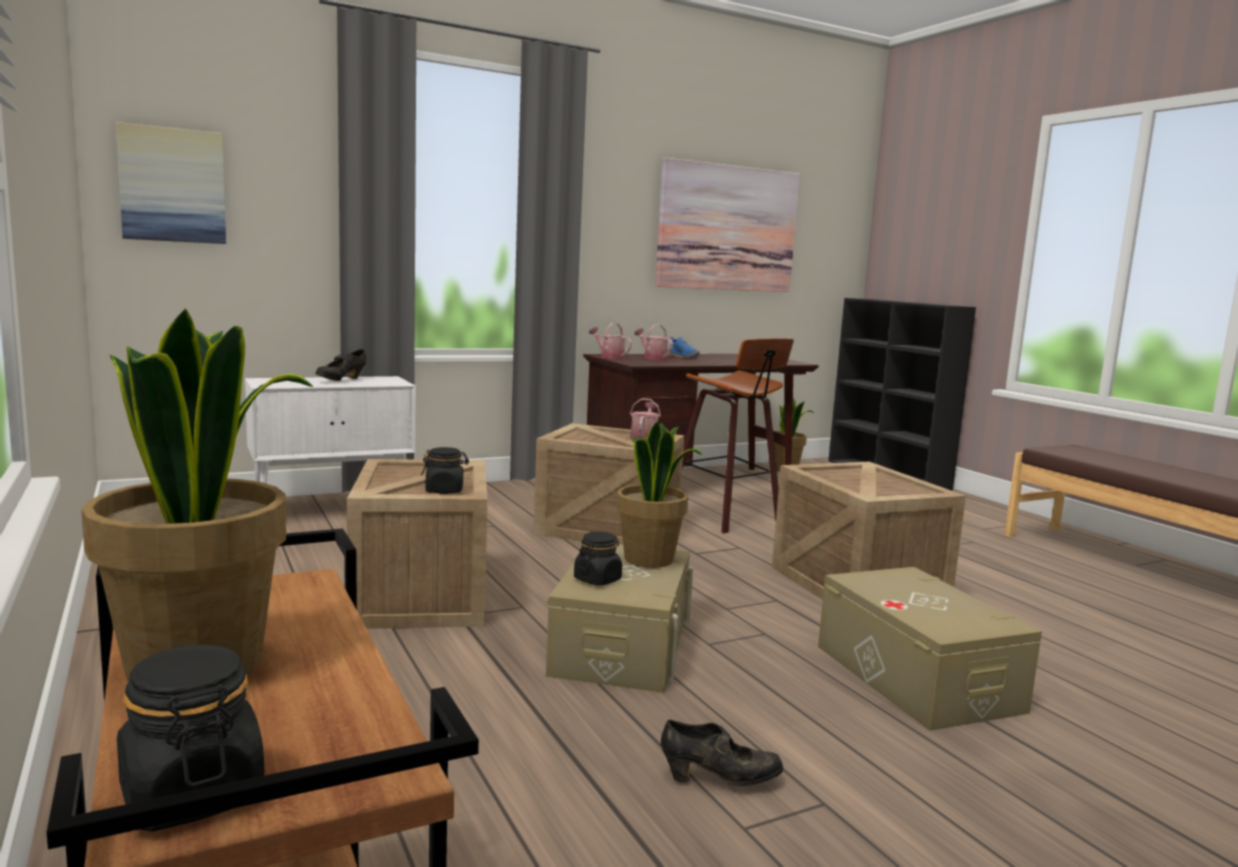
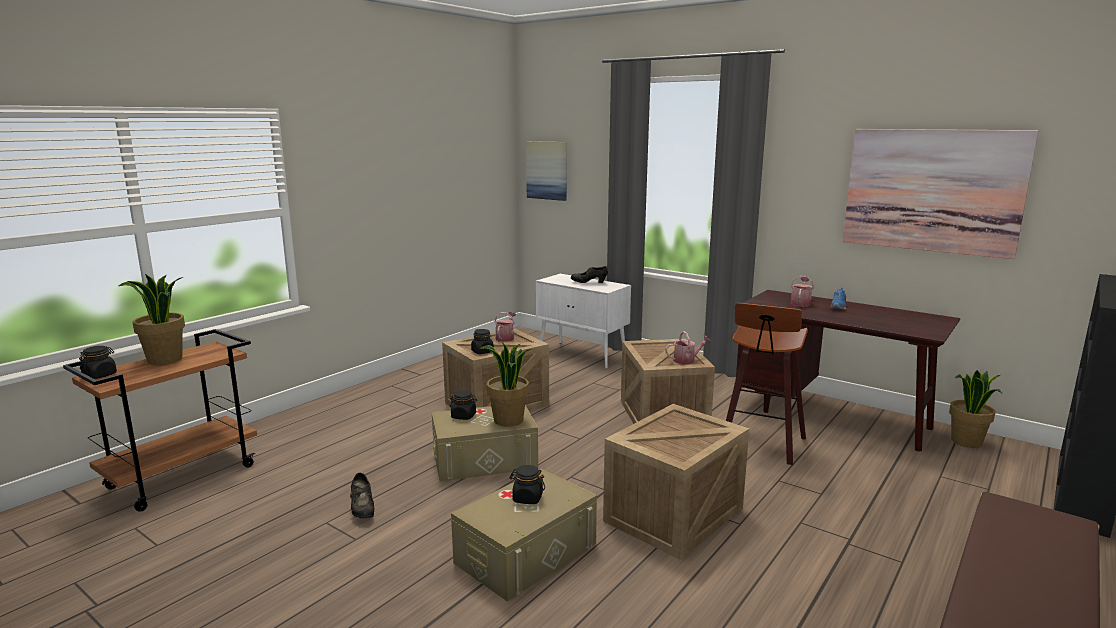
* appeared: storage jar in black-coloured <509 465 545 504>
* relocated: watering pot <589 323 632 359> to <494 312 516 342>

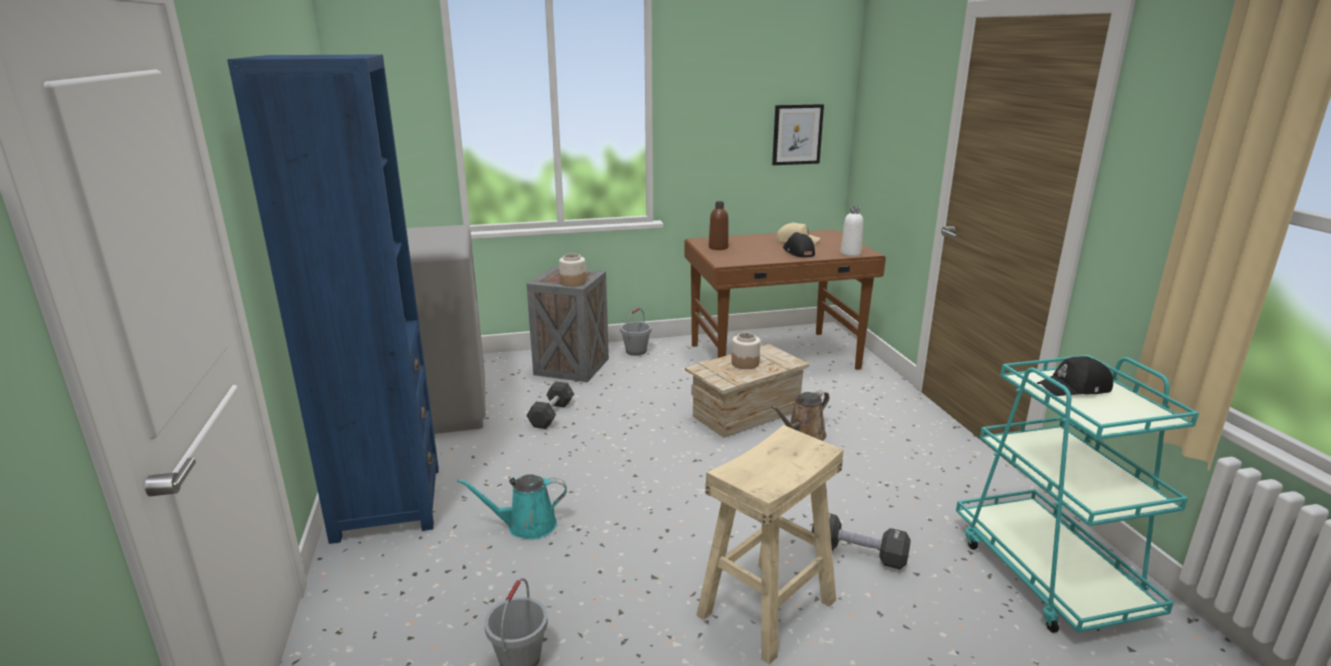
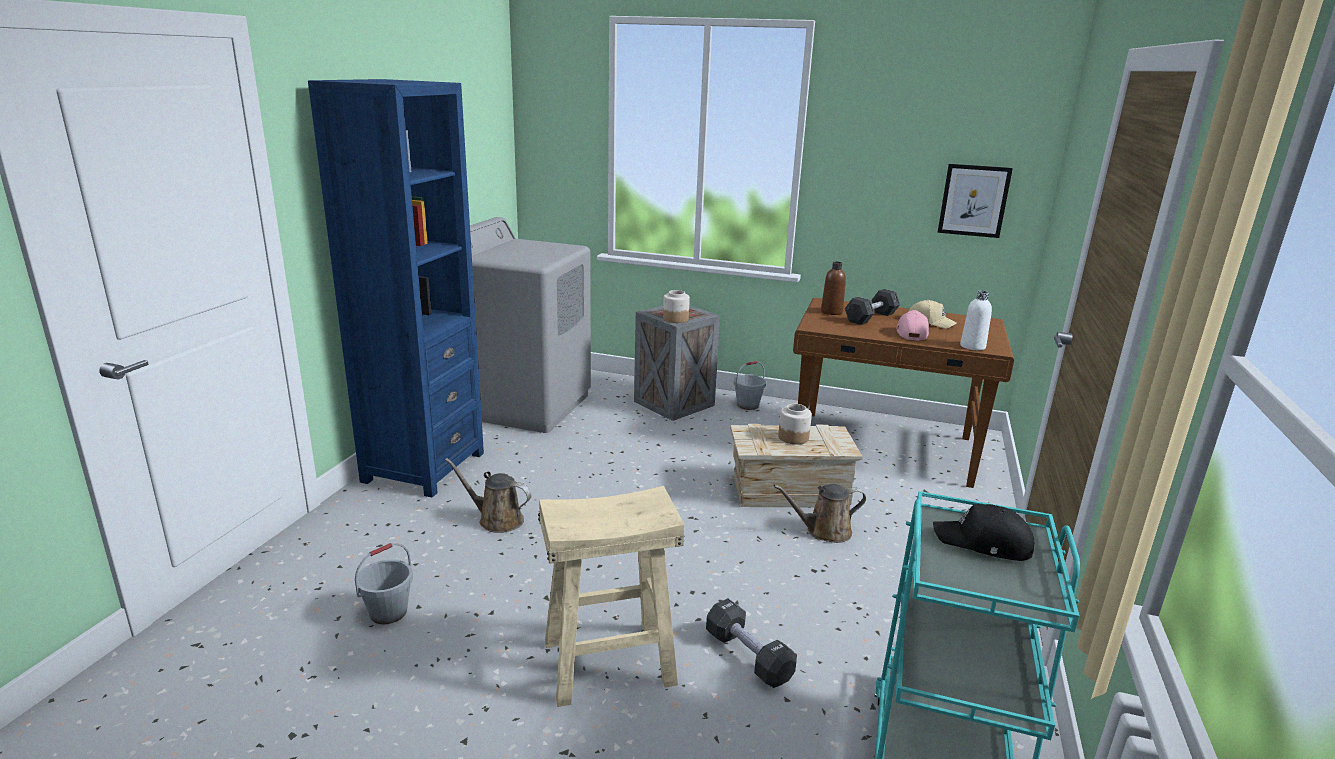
* relocated: free weight in grey <526 381 574 429> to <845 289 900 325>
* colour: watering pot in blue-green <457 475 567 540> to watering pot in brown <445 458 532 533>
* colour: peaked cap in black-coloured <783 232 815 258> to peaked cap in pink-coloured <896 310 929 341>

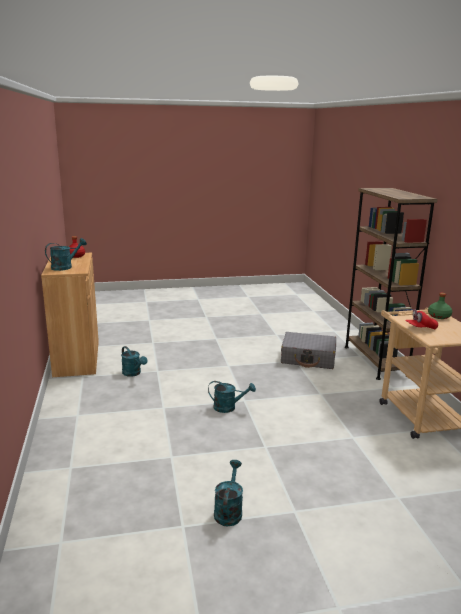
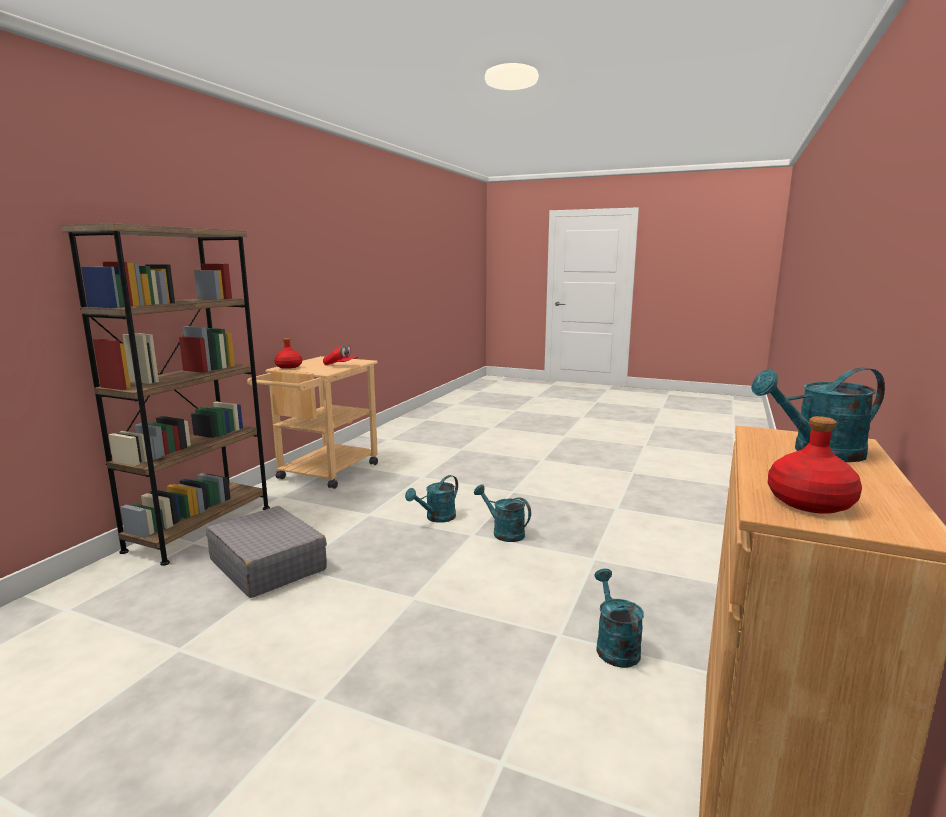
* relocated: watering pot in blue-green <214 460 243 526> to <405 475 458 523>
* colour: drink bottle in green <428 293 452 319> to drink bottle in red-coloured <274 338 302 369>

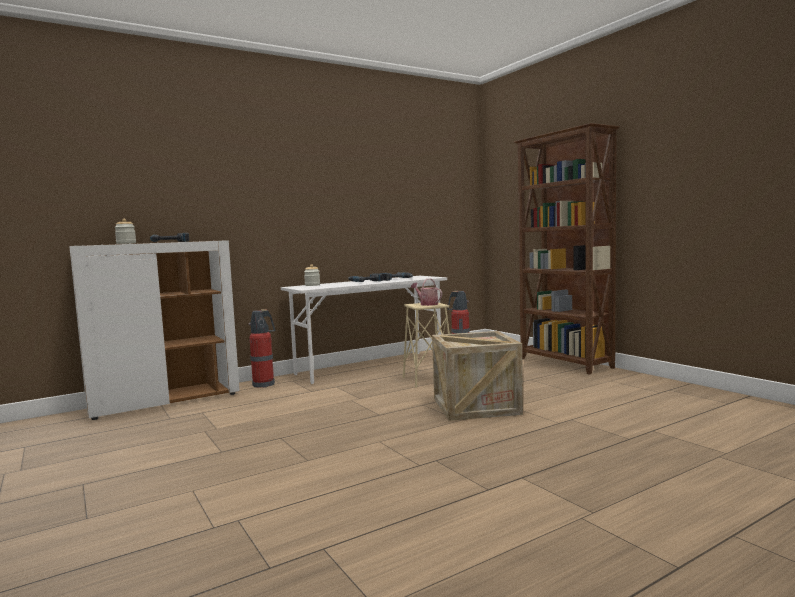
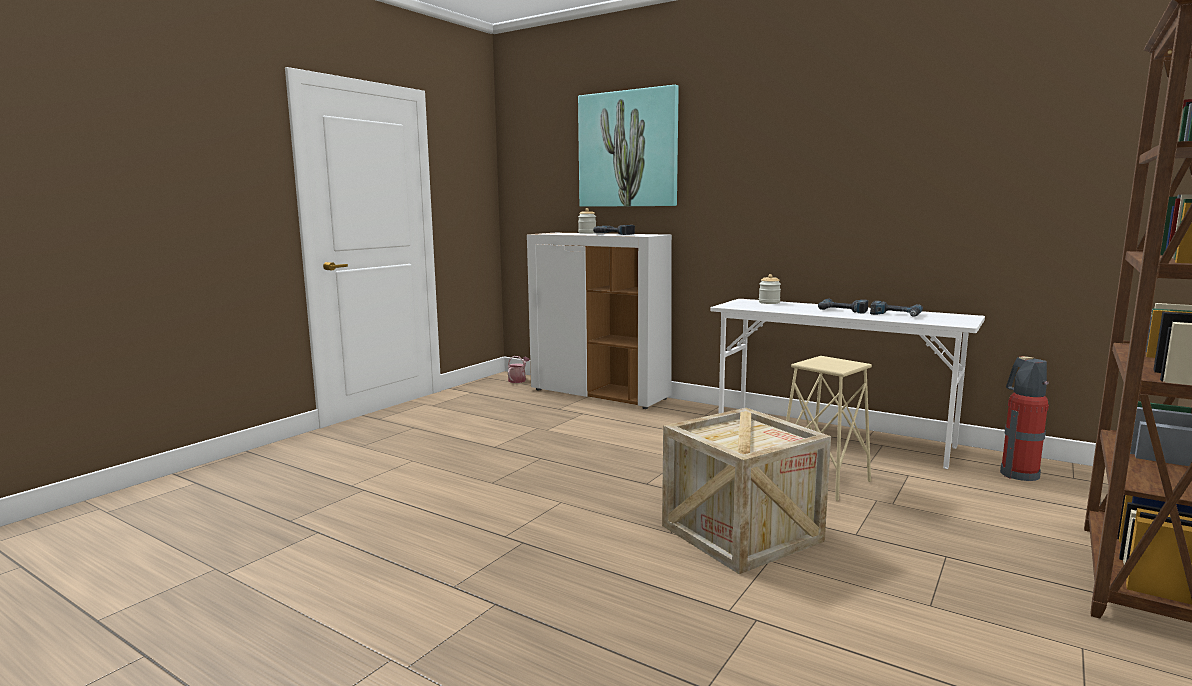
* missing: fire-fighting cylinder <249 309 275 388>
* appeared: picture <578 85 679 207>
* relocated: watering pot <411 278 442 306> to <508 356 530 383>

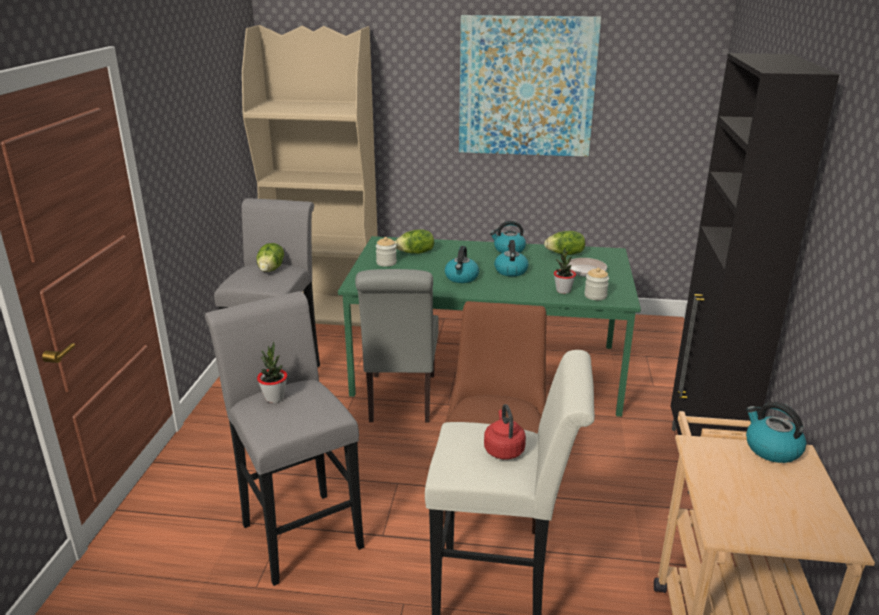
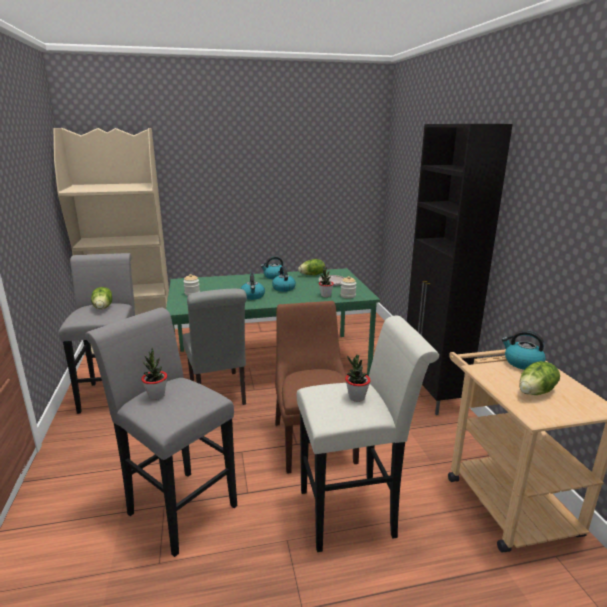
* missing: picture <459 15 601 157>
* relocated: lettuce <395 229 434 254> to <519 361 560 395>
* exchanged: kettle in red-coloured <484 404 526 459> to potted plant <345 354 371 402>

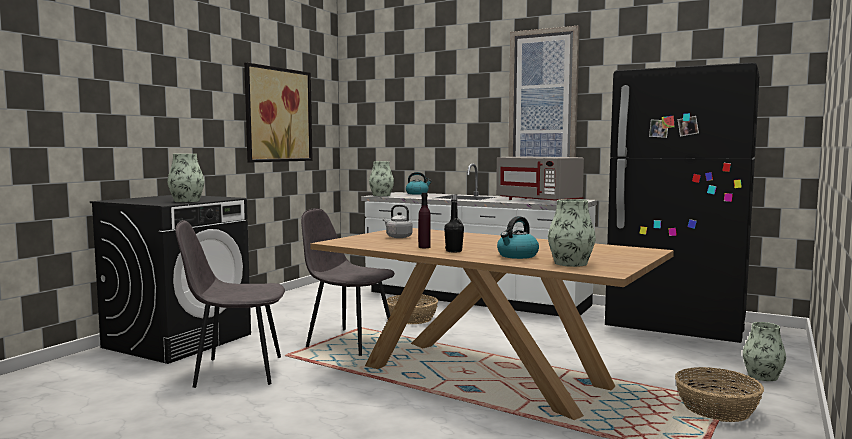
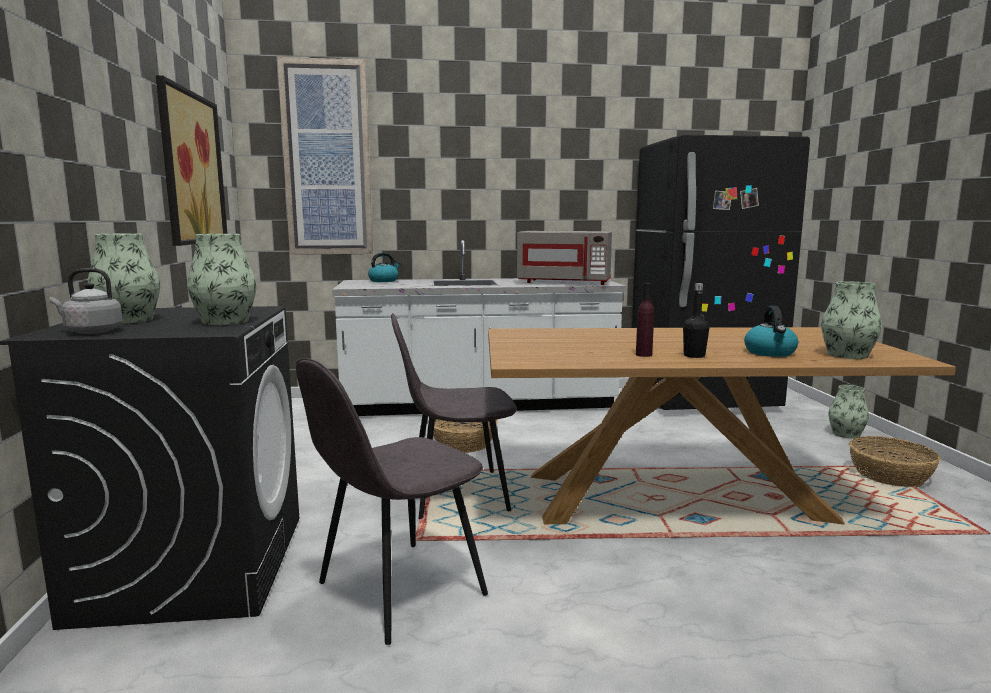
* relocated: decorative vase <369 161 394 196> to <88 233 160 324>
* relocated: kettle in grey <383 205 413 238> to <49 268 123 334>
* relocated: picture <508 26 580 157> to <277 57 373 255>

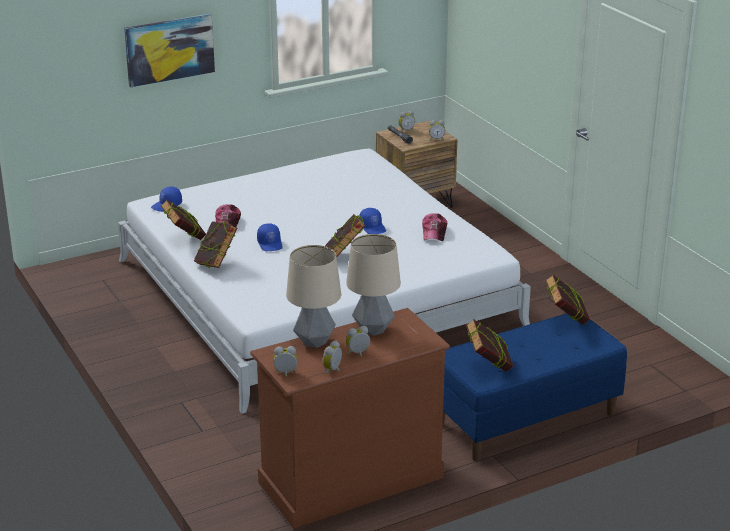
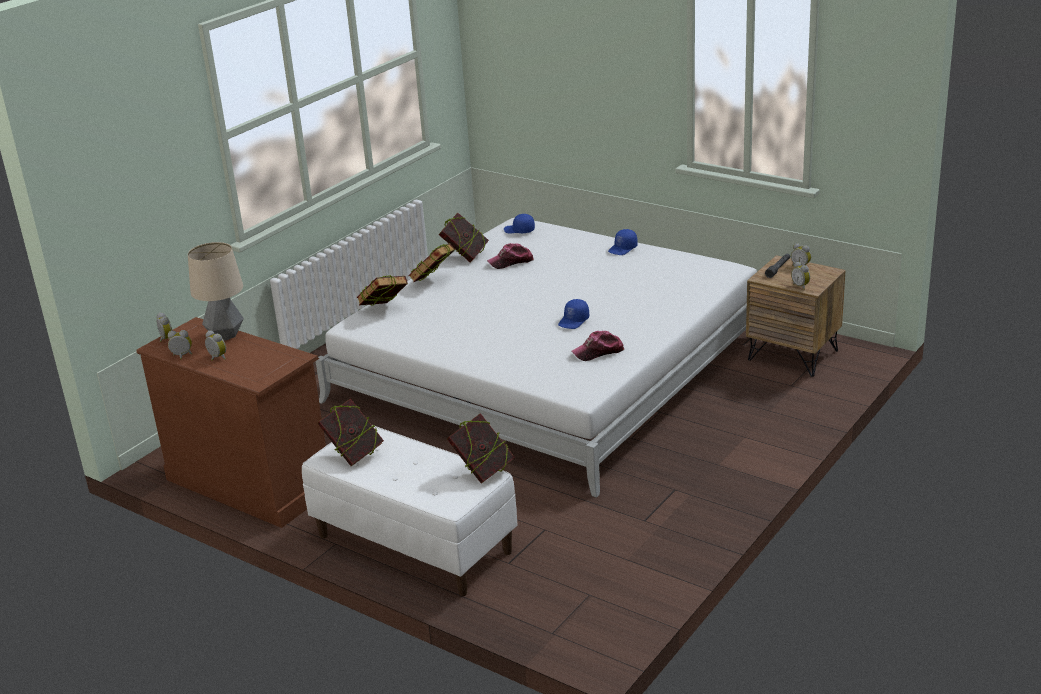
* missing: picture <124 14 215 87>
* missing: tabletop lamp <346 234 401 336>
* relocated: peaked cap in blue <257 223 283 251> to <608 229 638 255>
* relocated: book <325 214 365 257> to <357 275 408 306>
* colour: bench in blue <443 313 627 461> to bench in white-coloured <302 425 517 596>

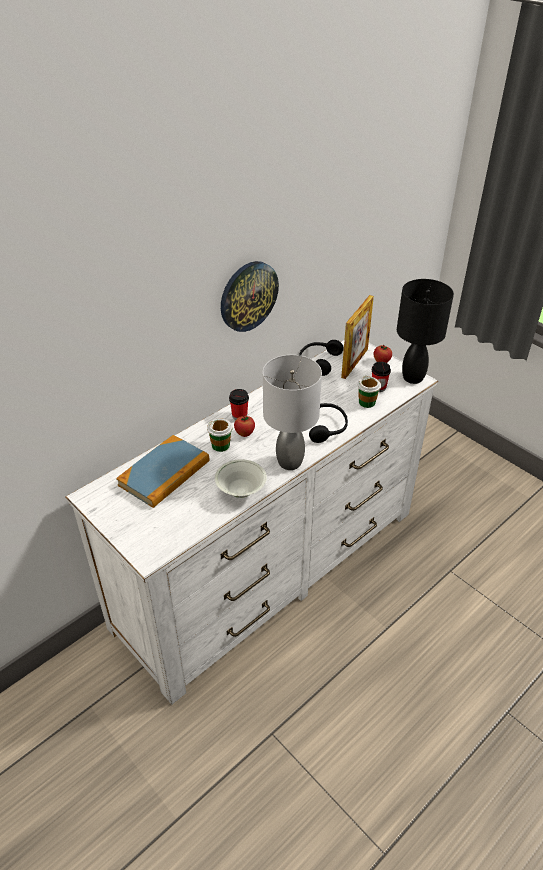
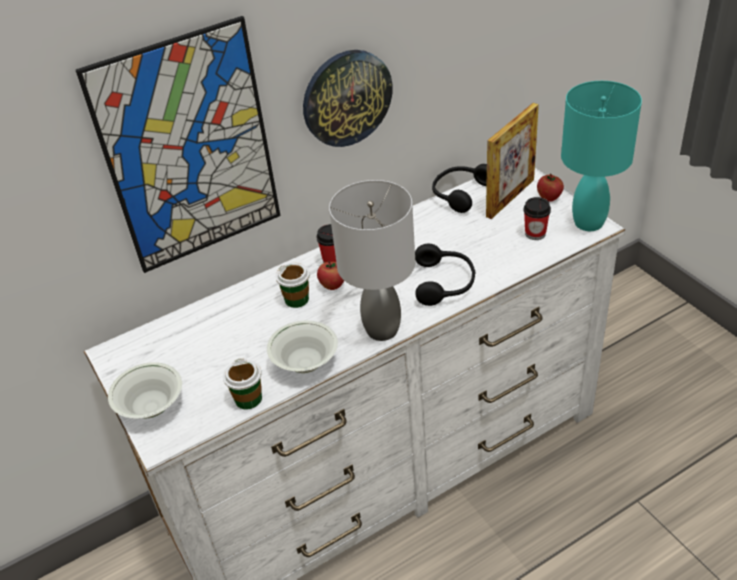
* missing: book <116 435 209 508>
* appeared: picture <76 16 281 273>
* appeared: bowl in white-coloured <108 362 182 419>
* relocated: small cup <357 376 381 408> to <223 358 262 409>
* colour: tabletop lamp in black-coloured <397 279 454 384> to tabletop lamp in blue-green <561 81 642 231>

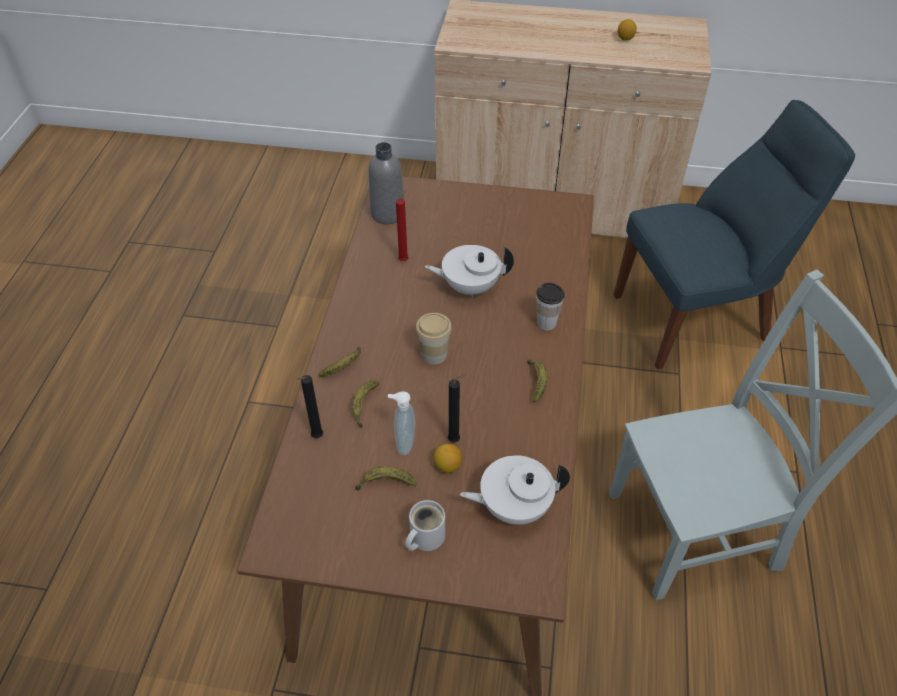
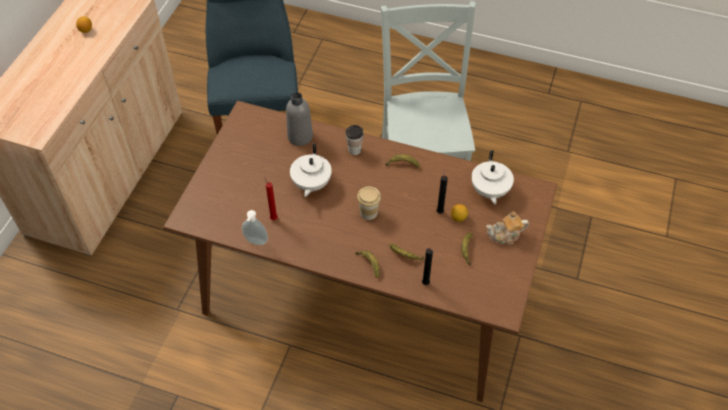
* relocated: drink bottle in grey <369 142 404 224> to <286 92 313 146>
* relocated: soap dispenser <388 391 415 455> to <242 210 268 245>
* exchanged: tea mug in white-coloured <405 500 445 551> to pot for tea <486 211 529 245>

